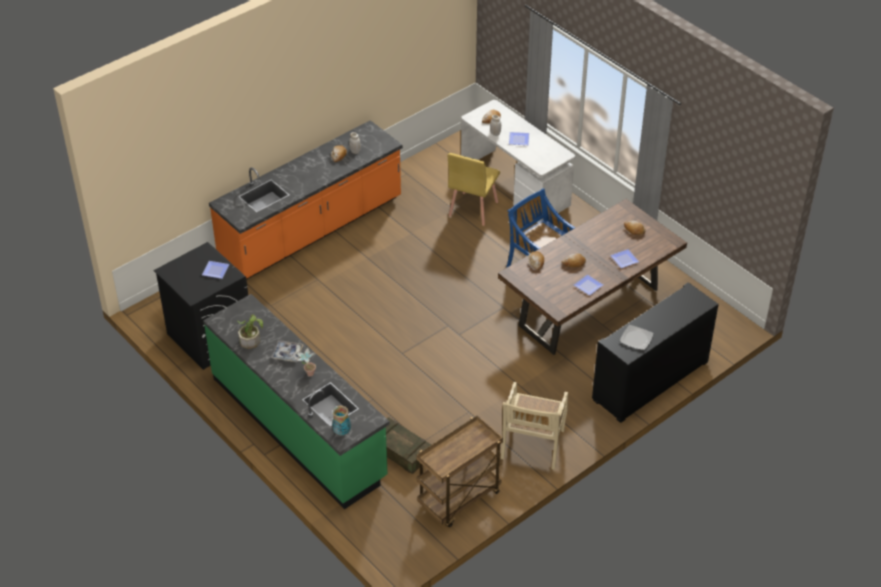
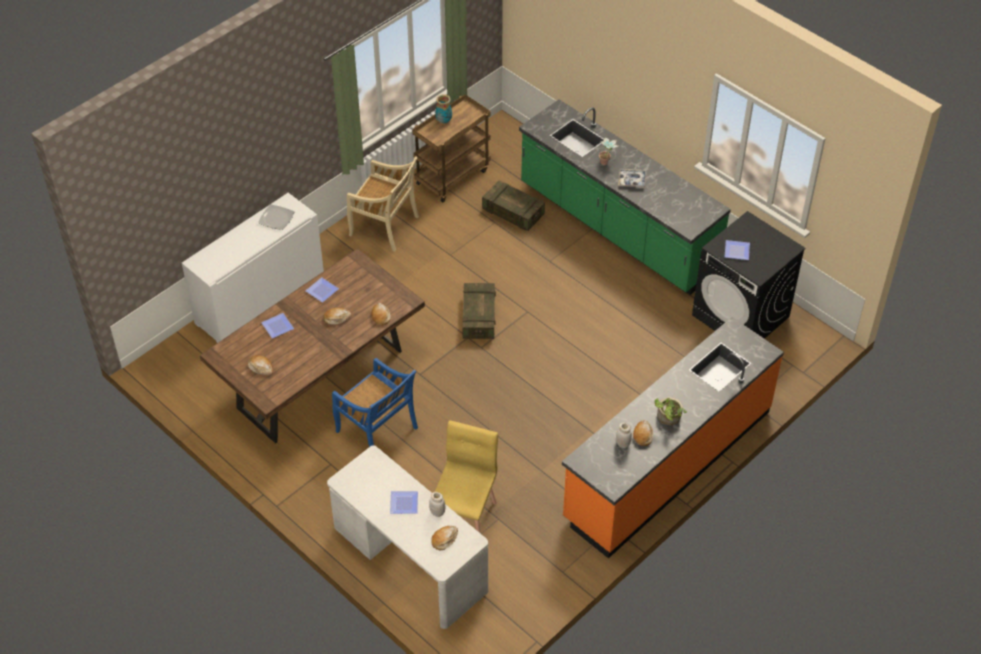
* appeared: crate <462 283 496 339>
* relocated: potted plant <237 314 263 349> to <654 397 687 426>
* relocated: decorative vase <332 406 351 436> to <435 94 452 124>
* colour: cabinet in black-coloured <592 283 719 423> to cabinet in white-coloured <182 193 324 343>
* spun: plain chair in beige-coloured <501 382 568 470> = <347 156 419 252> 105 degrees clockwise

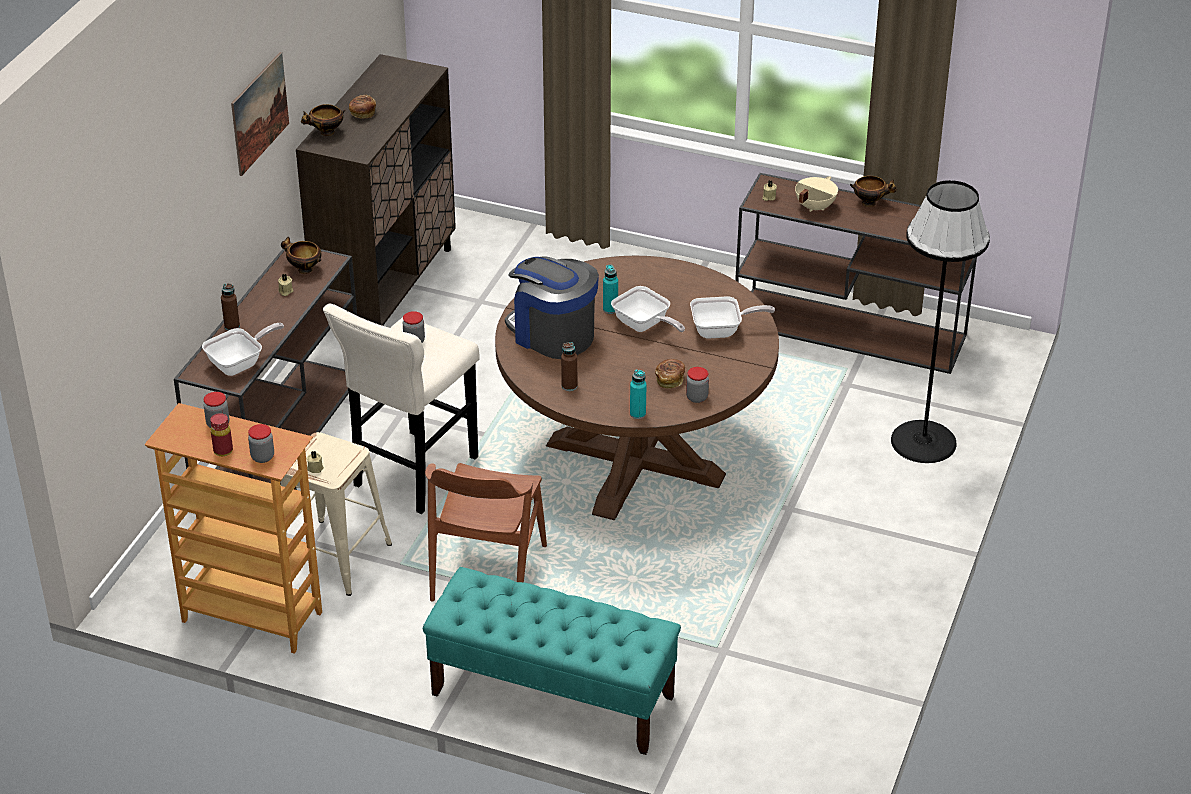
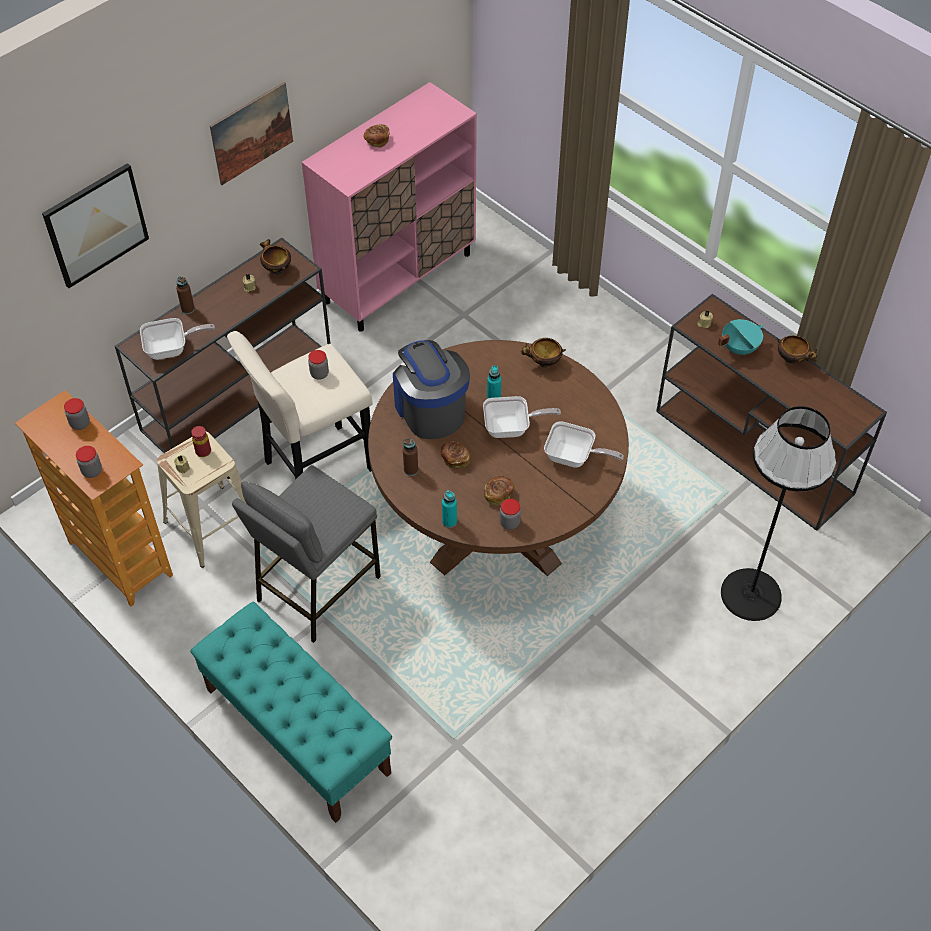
* appeared: picture <42 163 149 288>
* appeared: bakery bread <440 441 470 469>
* relocated: drink bottle in red-coloured <210 413 233 456> to <191 426 211 457>
* relocated: bowl <301 104 345 136> to <521 338 566 368>
* exchanged: plain chair in brown <425 463 547 602> to stool in grey <232 465 381 643>
* colour: cabinet in brown <296 54 456 326> to cabinet in pink-coloured <302 82 477 332>
* colour: stockpot in beige-coloured <795 176 838 212> to stockpot in blue-green <718 319 764 355>
* spun: skillet <611 286 685 332> = <483 396 561 438> 75 degrees counterclockwise

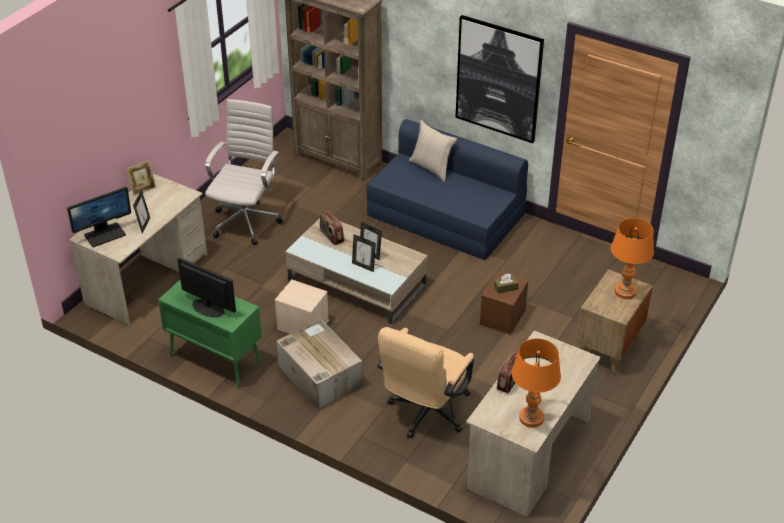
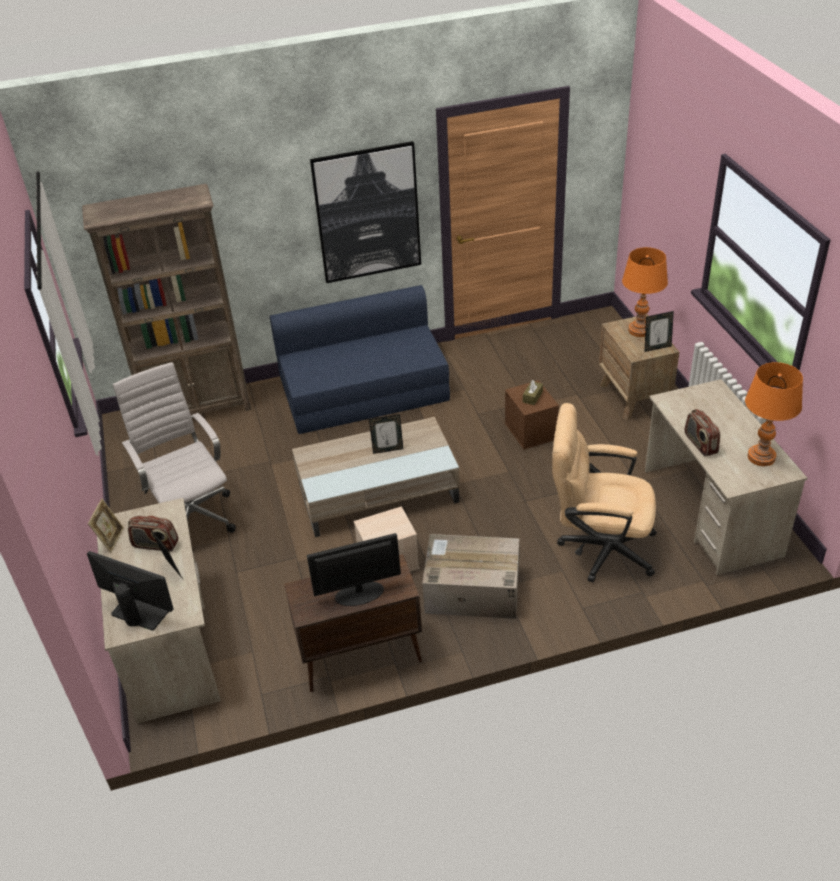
* missing: pillow in beige-coloured <409 120 457 182>
* relocated: radio receiver <320 211 344 245> to <128 516 179 552>
* relocated: photo frame <352 234 376 272> to <645 311 674 352>
* colour: cabinet in green <158 280 262 388> to cabinet in brown <284 554 422 692>
* spun: computer screen <67 187 131 247> = <87 551 174 630> 75 degrees counterclockwise
* spun: desk chair in beige-coloured <377 327 474 438> = <552 403 657 582> 120 degrees clockwise

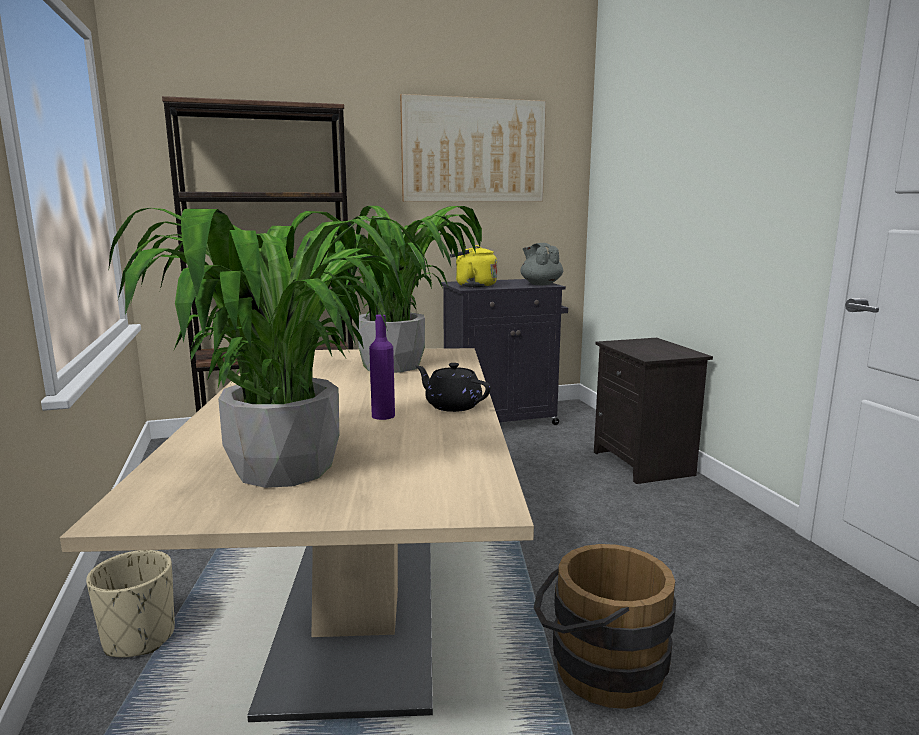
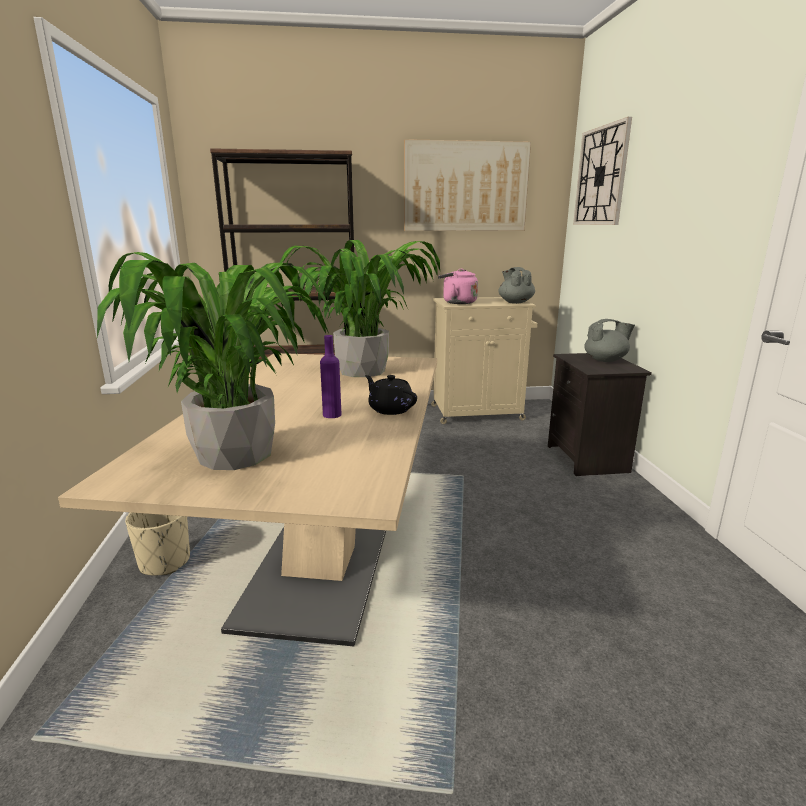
* missing: bucket in brown <534 544 676 709>
* appeared: hanging clock <573 117 632 225>
* appeared: pot for tea in grey <584 319 635 362>
* colour: cabinet in black-coloured <441 279 568 425> to cabinet in beige-coloured <431 297 538 424>
* colour: kettle in yellowish <450 245 497 287> to kettle in pink-coloured <438 269 478 304>

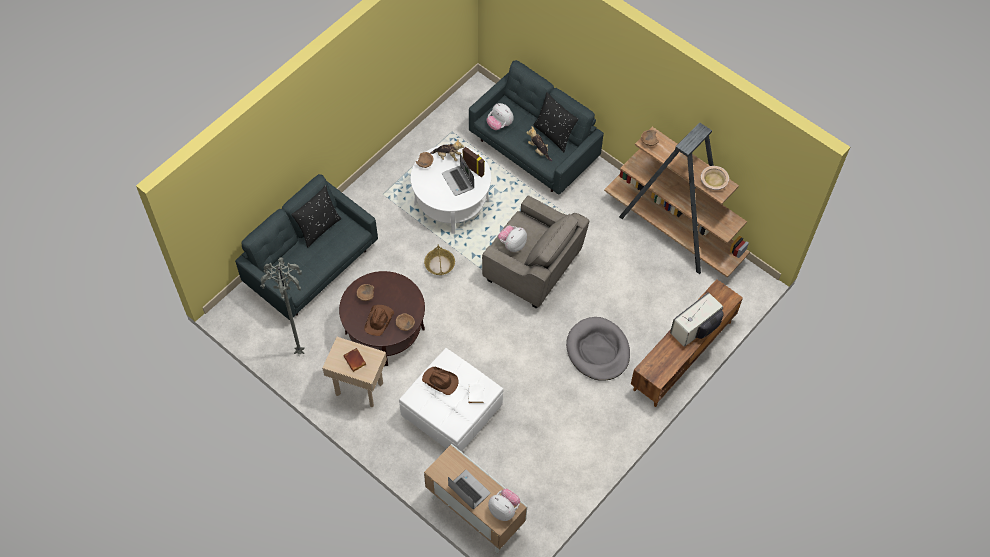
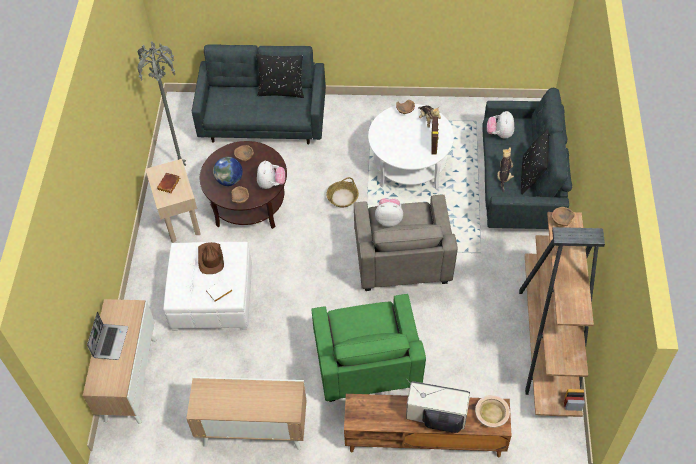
* missing: laptop <442 154 474 196>
* appeared: cabinet <186 377 307 450>
* relocated: plush toy <488 489 520 521> to <257 161 285 189>
* relocated: bowl in beige-coloured <701 166 729 190> to <475 395 510 428>
* exchanged: hat in brown <364 305 394 336> to globe <213 157 243 186>
* exchanged: pet bed in grey <566 317 630 381> to easy chair in green <311 294 426 402>

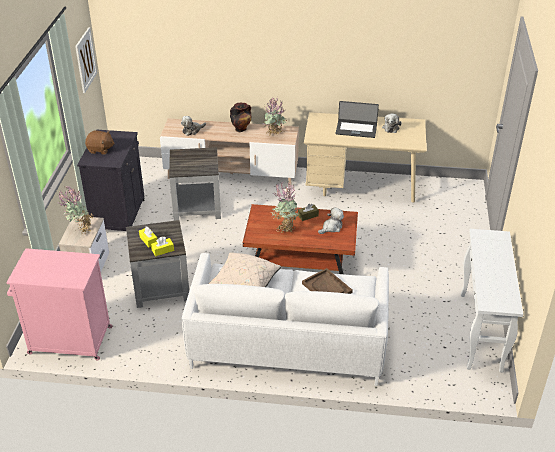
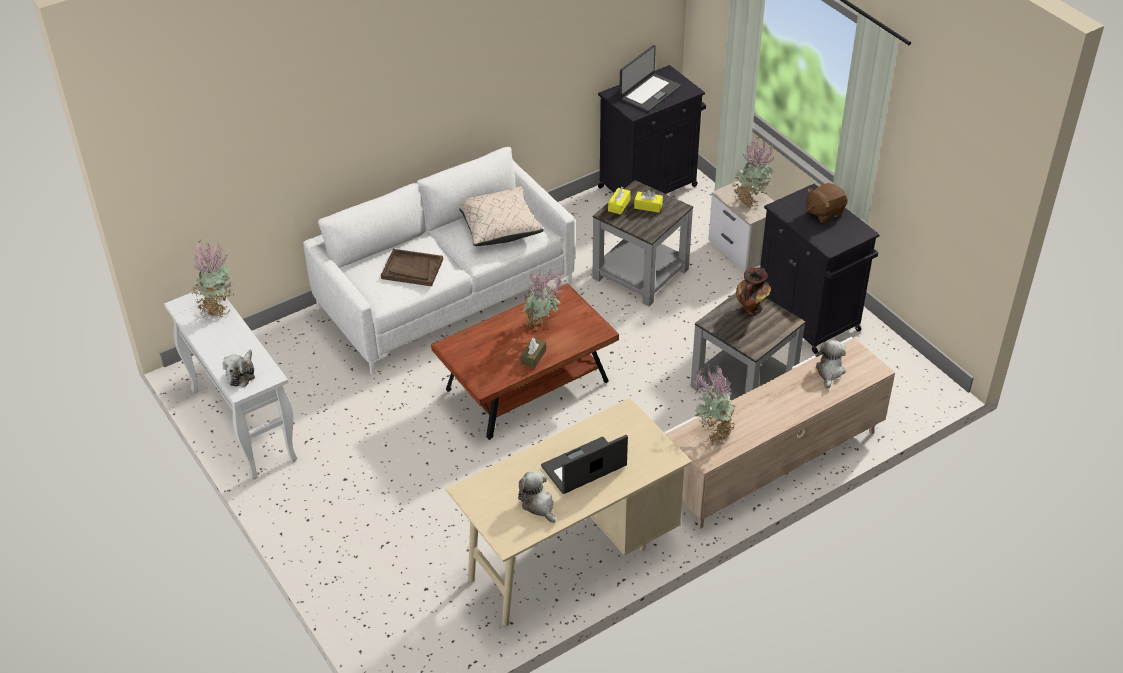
* missing: picture <75 27 97 93>
* appeared: potted plant <190 241 236 318>
* appeared: laptop <619 45 681 112>
* relocated: decorative vase <230 103 251 132> to <736 267 771 315>
* relocated: plush toy <318 207 344 234> to <223 350 255 387>
* colour: cabinet in pink-coloured <6 248 112 360> to cabinet in black-coloured <598 65 706 194>

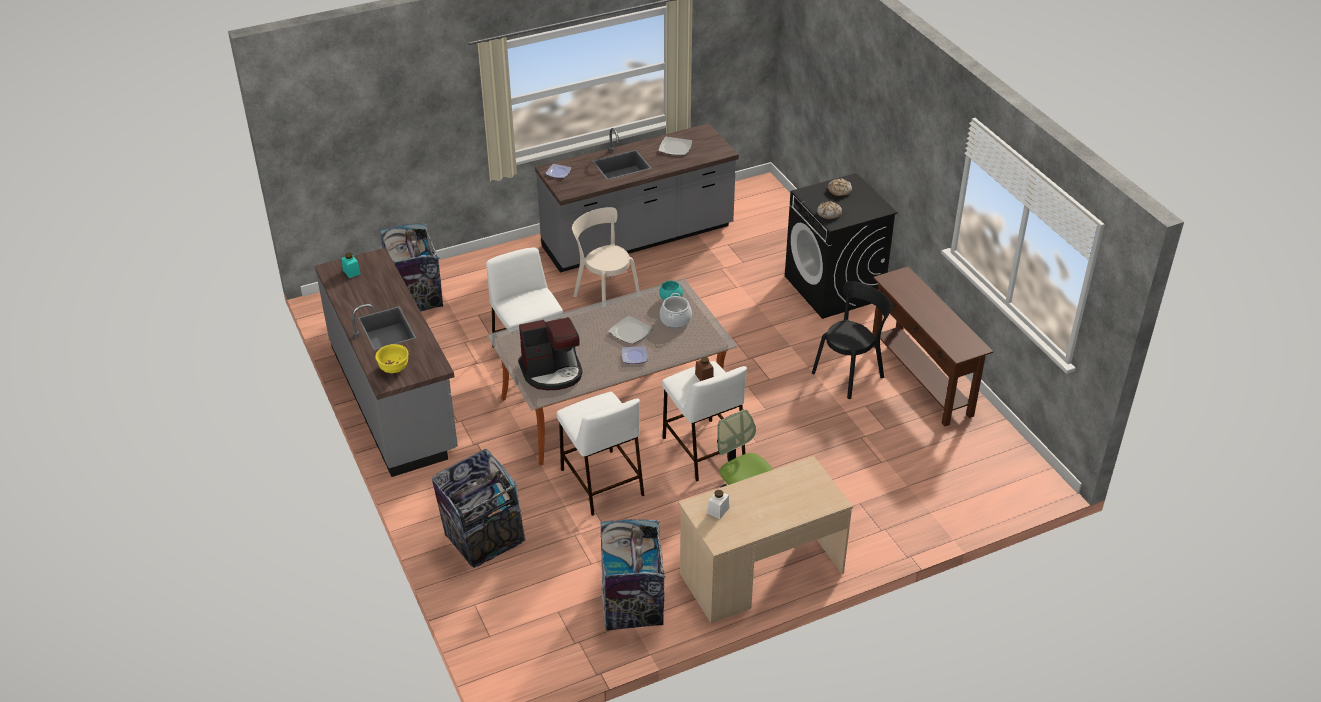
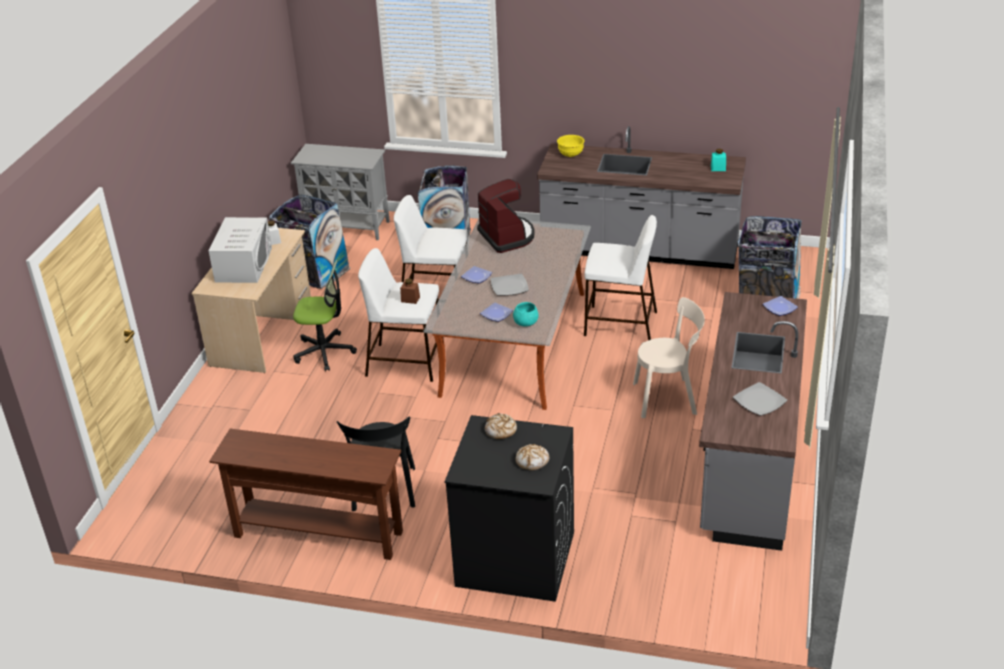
* appeared: microwave in white-coloured <209 217 272 283>
* appeared: cabinet in grey <291 144 390 240>
* exchanged: stockpot <660 293 692 328> to flat dish <480 303 513 322>
* spun: coffee brewer <518 317 582 390> = <477 179 535 253> 135 degrees clockwise

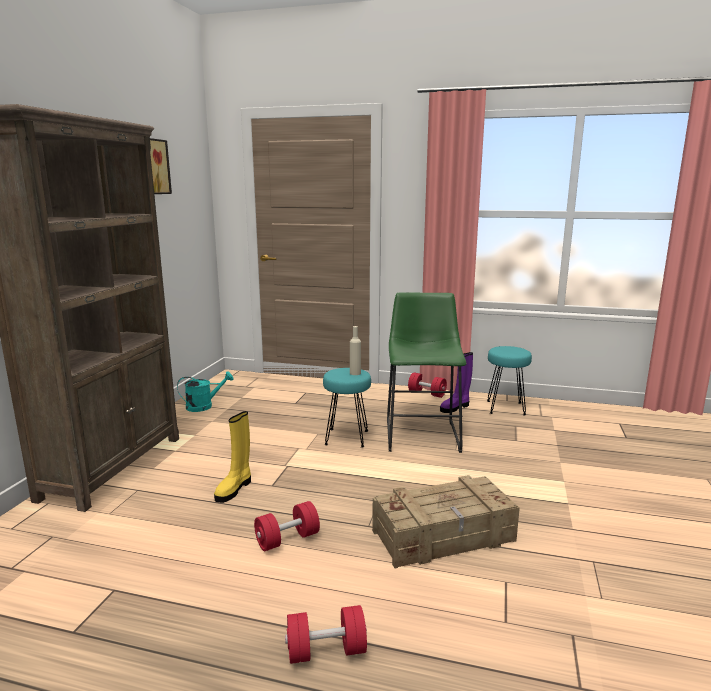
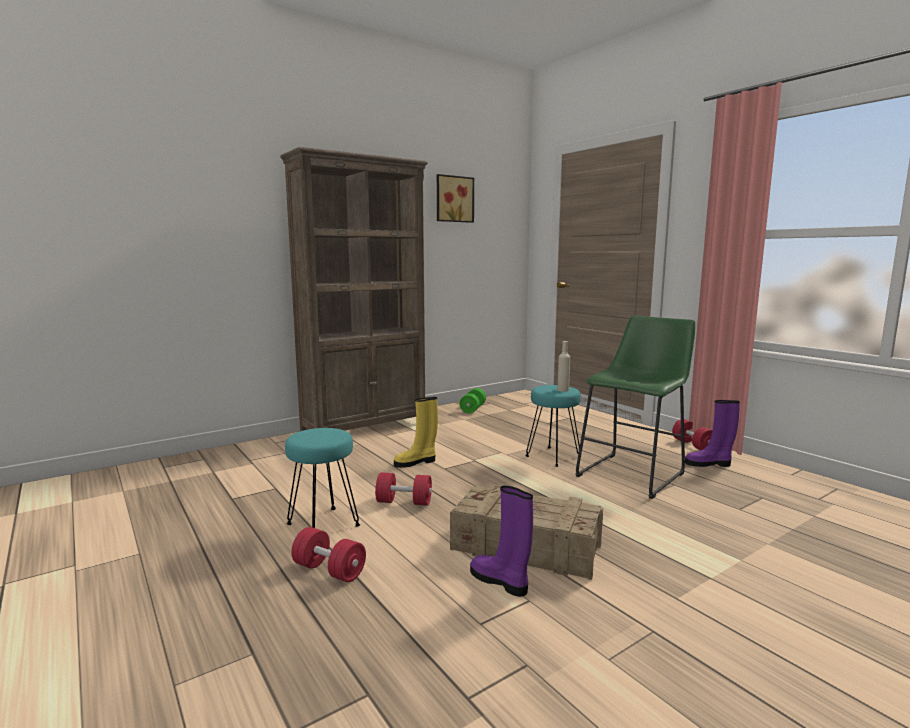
* appeared: boot in purplish <470 486 533 597>
* relocated: stool in blue-green <487 346 532 416> to <285 428 360 528>
* exchanged: watering pot in blue-green <177 371 234 412> to free weight in green <460 388 486 414>

